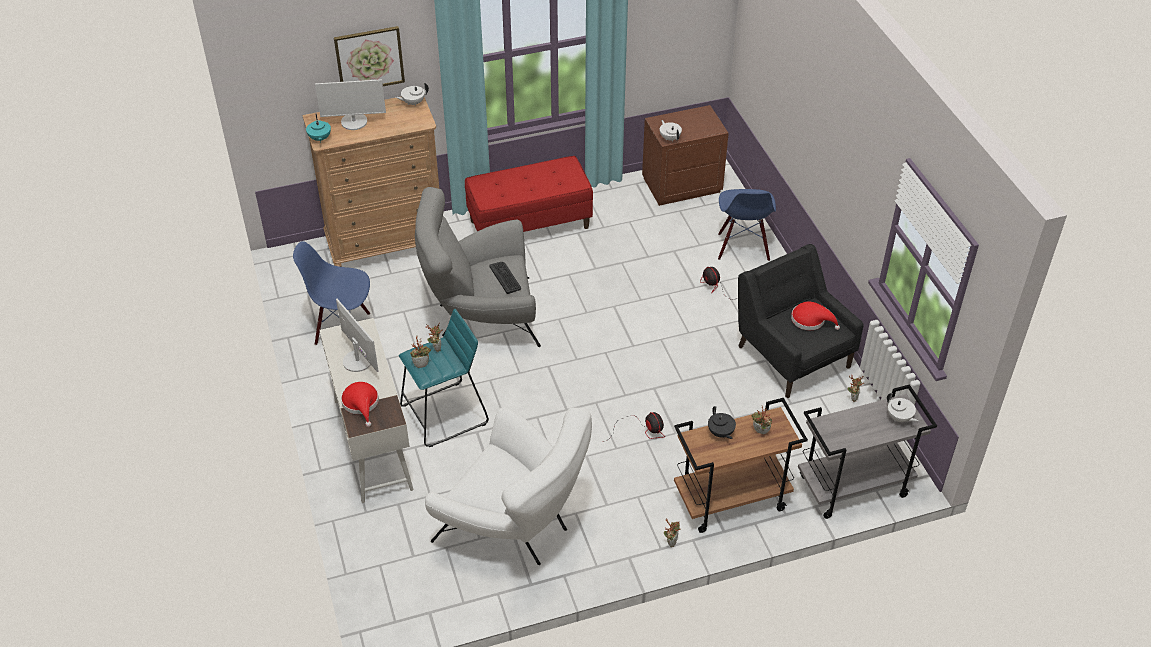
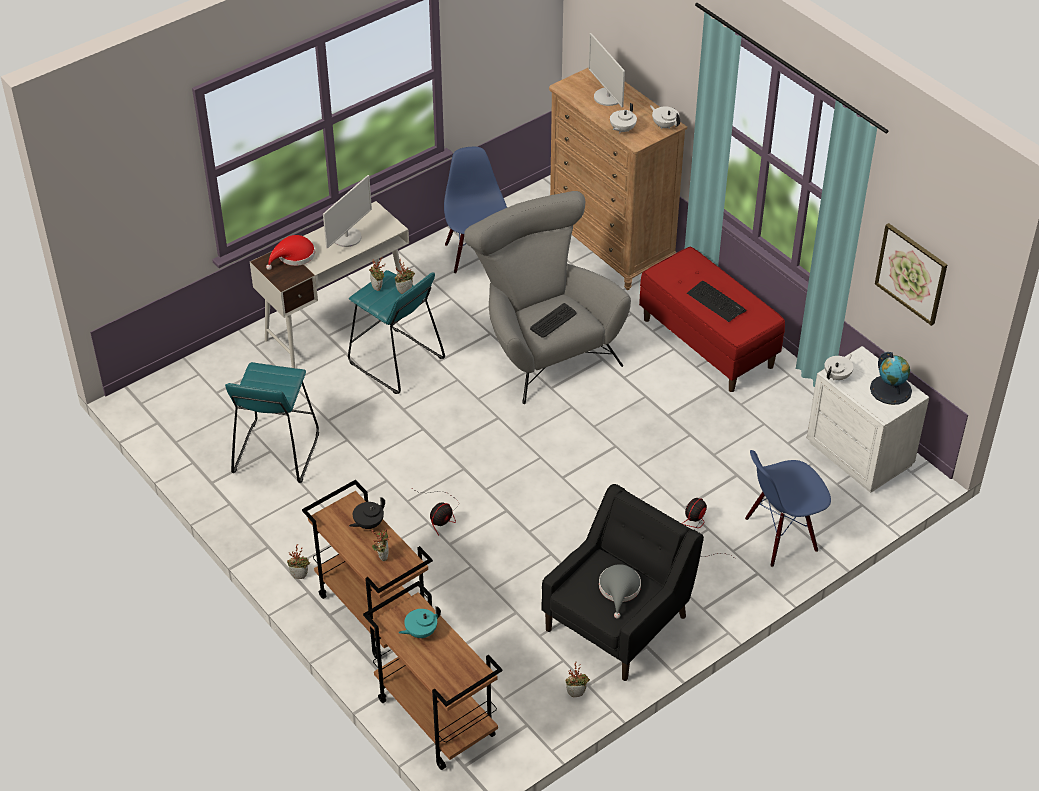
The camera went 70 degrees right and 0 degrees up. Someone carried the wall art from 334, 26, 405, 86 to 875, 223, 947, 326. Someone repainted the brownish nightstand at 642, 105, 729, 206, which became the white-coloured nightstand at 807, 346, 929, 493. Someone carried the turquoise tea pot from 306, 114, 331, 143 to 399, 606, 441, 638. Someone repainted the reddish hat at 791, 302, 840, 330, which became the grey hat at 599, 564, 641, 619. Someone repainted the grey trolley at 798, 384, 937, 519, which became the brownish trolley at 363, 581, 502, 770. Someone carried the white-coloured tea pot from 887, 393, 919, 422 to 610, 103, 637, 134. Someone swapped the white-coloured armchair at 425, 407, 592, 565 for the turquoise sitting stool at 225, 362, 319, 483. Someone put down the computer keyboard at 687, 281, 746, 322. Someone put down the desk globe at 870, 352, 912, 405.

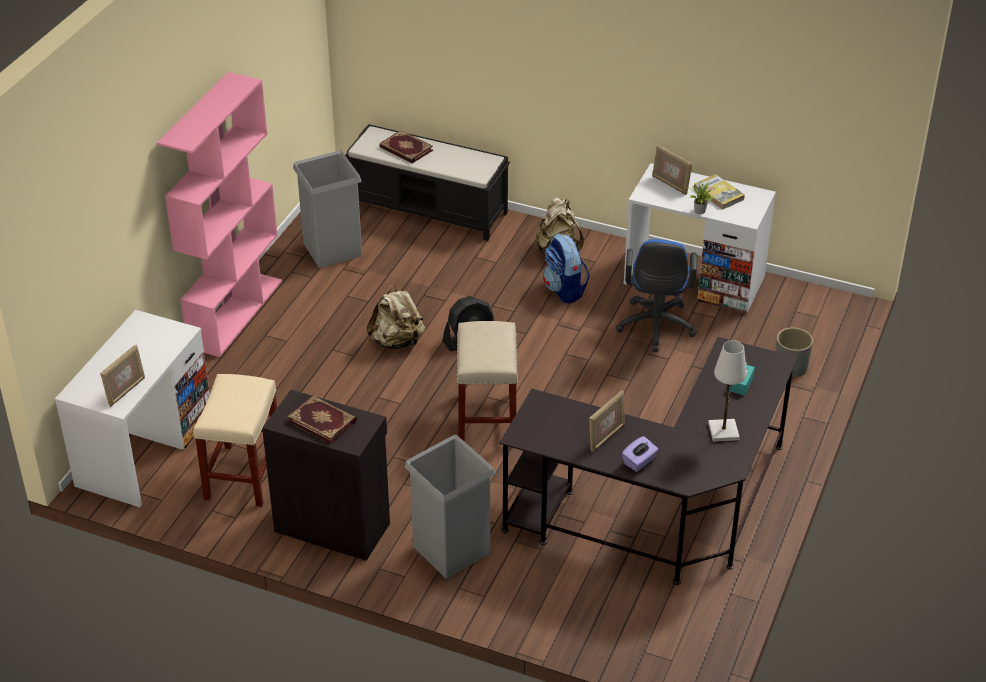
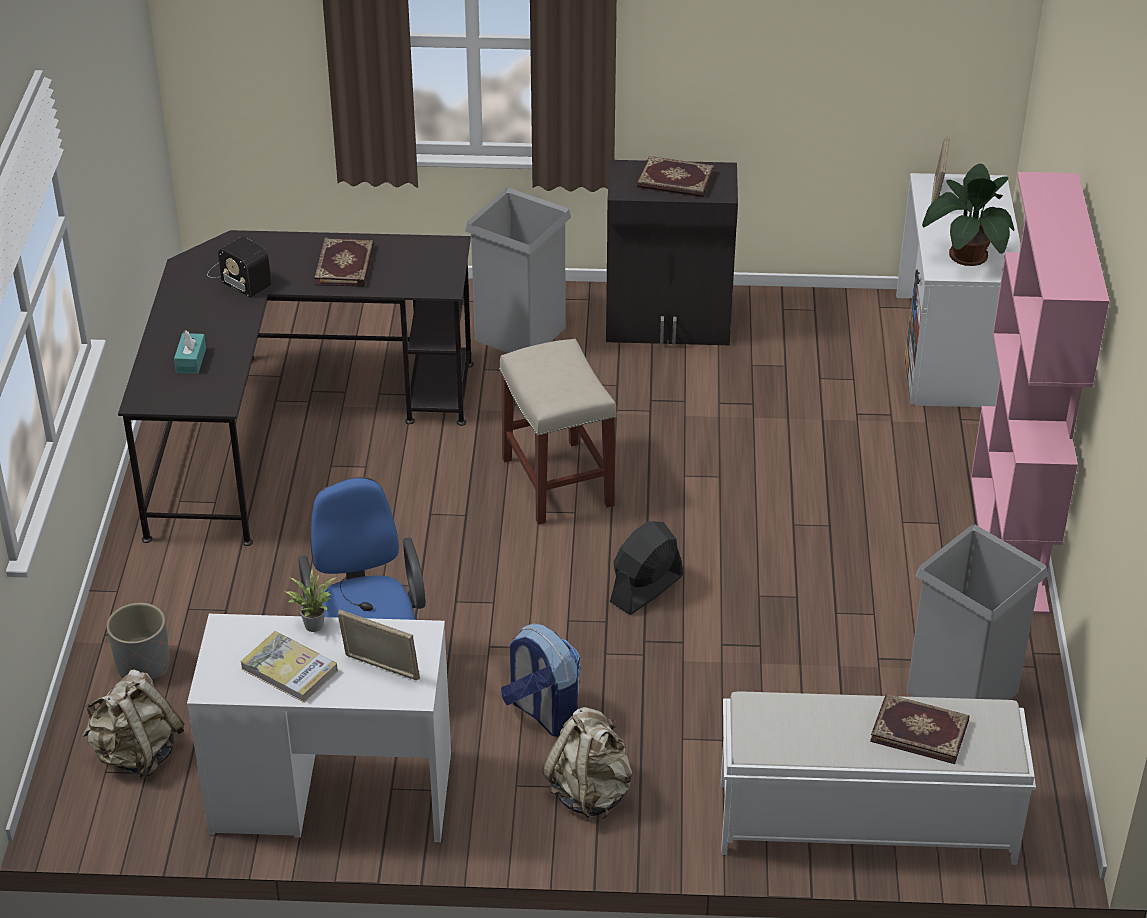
The camera went 160 degrees right and 0 degrees up. Someone repainted the blackish bench at 345, 124, 510, 241, which became the white-coloured bench at 721, 691, 1036, 865. Someone carried the beige knapsack from 367, 284, 425, 349 to 83, 670, 184, 779. Someone took away the white-coloured tabletop lamp at 708, 340, 747, 442. Someone took away the beige sitting stool at 193, 374, 277, 507. Someone swapped the picture frame at 589, 390, 625, 453 for the volume at 314, 238, 374, 287. Someone took away the purple tissue box at 622, 436, 658, 472. Someone put down the potted plant at 922, 164, 1014, 266. Someone put down the radio receiver at 207, 237, 271, 298.

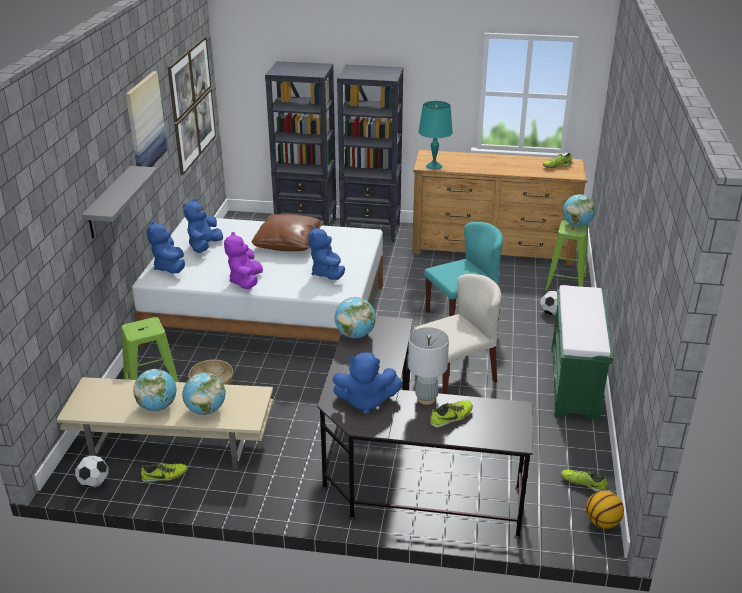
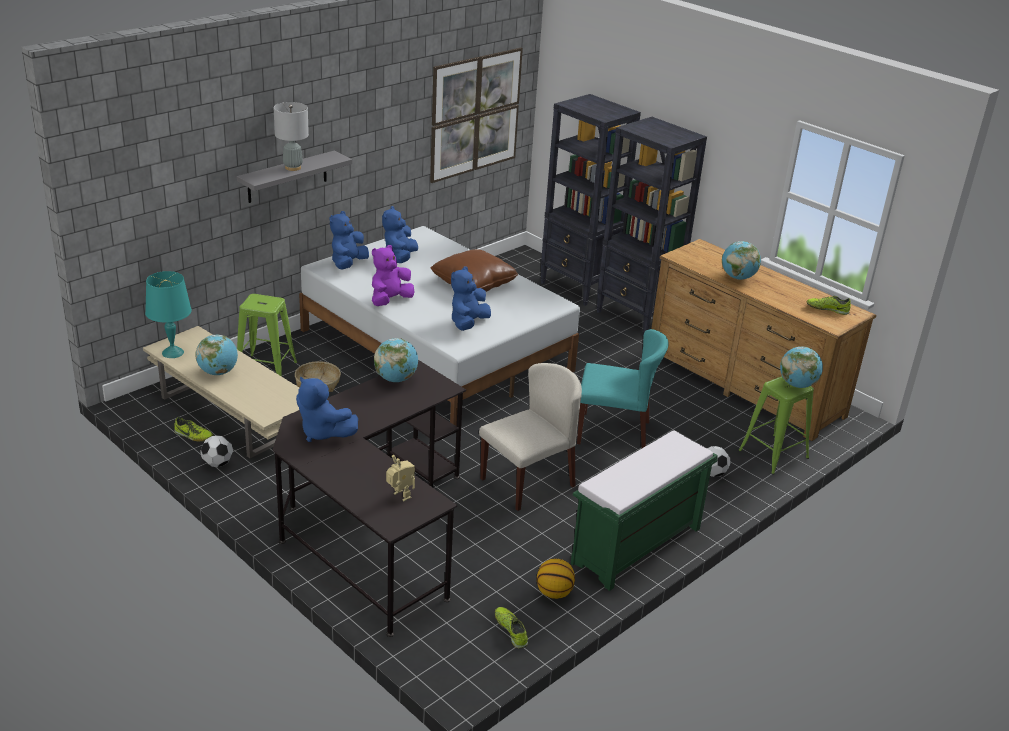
The camera went 35 degrees right and 0 degrees up. Someone took away the wall art at 126, 71, 167, 167. Someone carried the turquoise tabletop lamp from 418, 101, 453, 170 to 145, 271, 192, 358. Someone rotated the bluish cuddly toy at 183, 198, 223, 253 by 45 degrees counterclockwise. Someone rotated the beige plain chair at 413, 274, 501, 394 by 45 degrees counterclockwise. Someone carried the grey tabletop lamp from 408, 327, 449, 405 to 274, 102, 309, 171. Someone carried the desk globe from 182, 373, 226, 415 to 722, 241, 761, 280. Someone took away the item of footwear at 430, 400, 473, 428. Someone carried the ball for football from 75, 455, 109, 488 to 200, 435, 233, 467. Someone carried the ball for basketball from 586, 490, 624, 529 to 537, 559, 575, 599. Someone put down the robot figure at 386, 455, 415, 501.

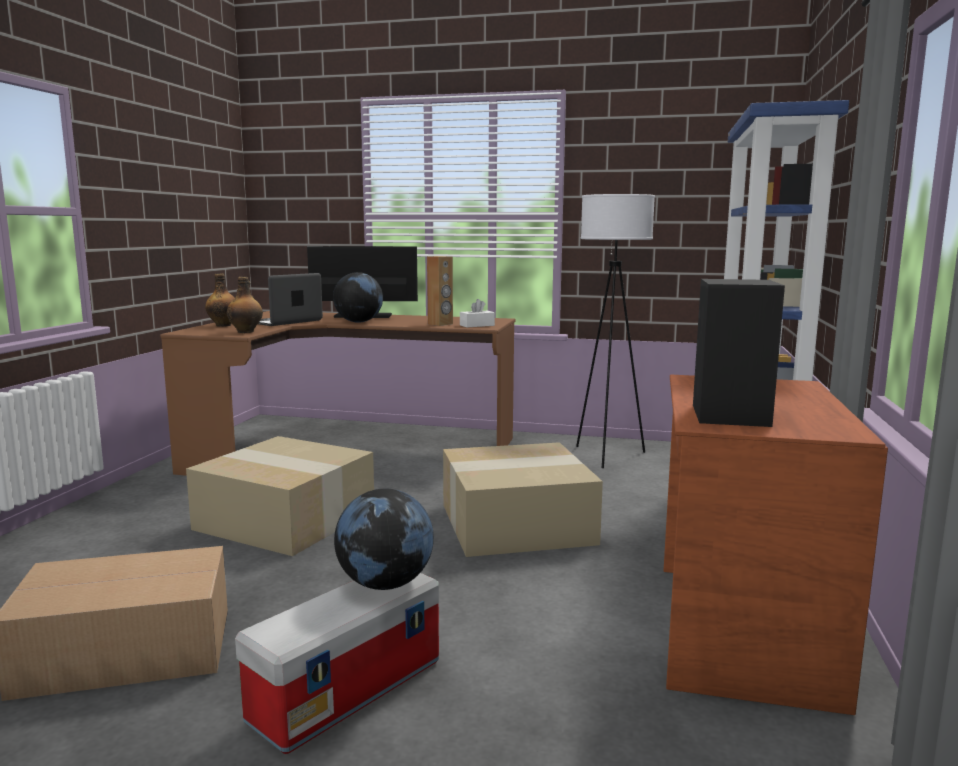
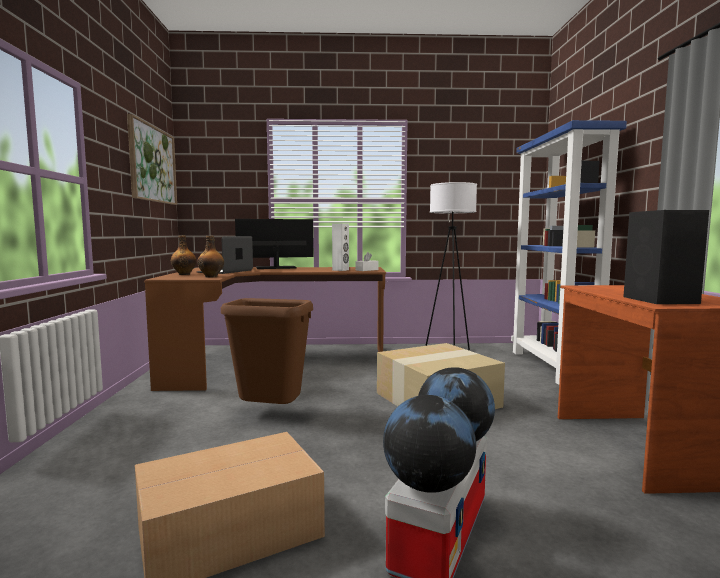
The camera went 15 degrees left and 5 degrees down. Someone repainted the brownish loudspeaker at 427, 256, 453, 326, which became the white-coloured loudspeaker at 332, 223, 349, 271. Someone carried the desk globe from 333, 272, 383, 323 to 383, 395, 476, 493. Someone swapped the carton at 186, 436, 374, 556 for the brownish waste bin at 221, 298, 313, 404. Someone put up the wall art at 127, 114, 177, 205.

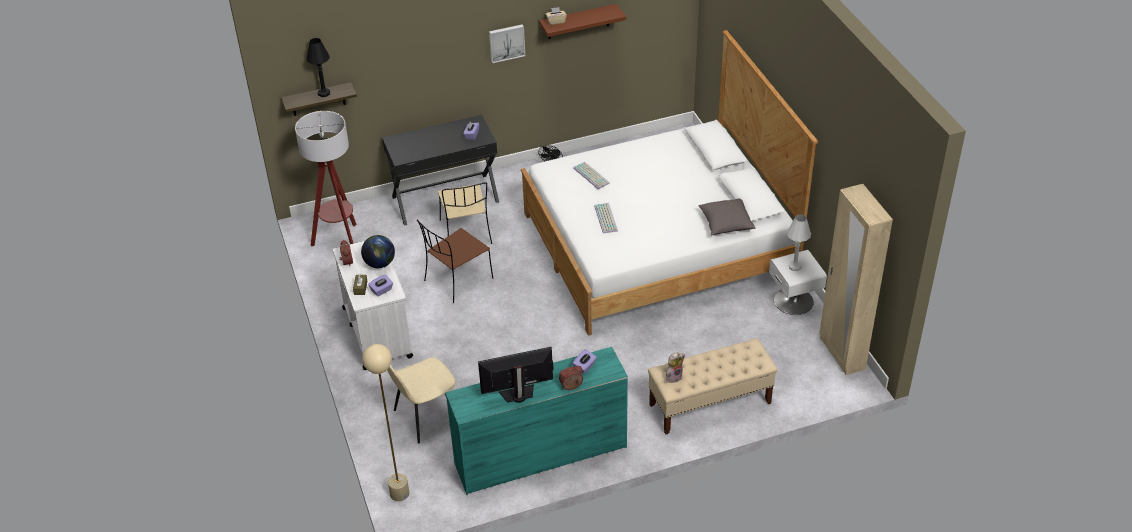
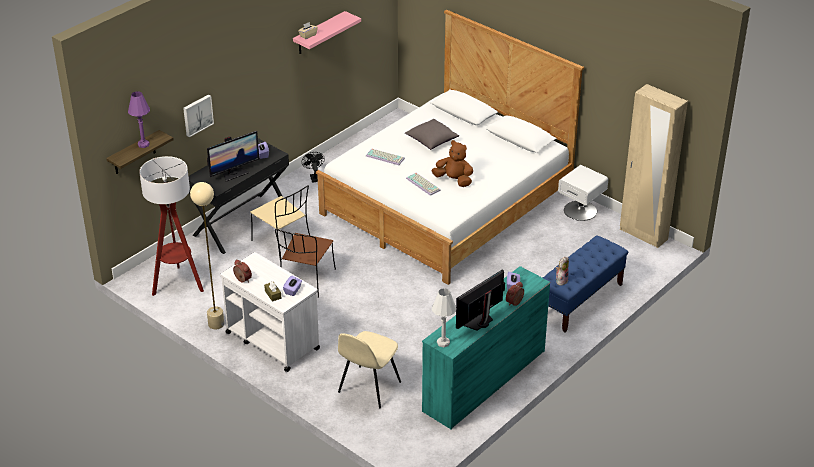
The camera went 30 degrees left and 5 degrees down. Someone repainted the brownish shelf at 539, 4, 626, 39, which became the pinkish shelf at 293, 11, 361, 54. Someone carried the wall art from 489, 24, 525, 63 to 183, 94, 214, 137. Someone repainted the blackish tabletop lamp at 306, 38, 330, 97, which became the purple tabletop lamp at 128, 92, 150, 148. Someone carried the grey cushion from 698, 198, 756, 235 to 405, 119, 459, 150. Someone carried the white-coloured tabletop lamp from 787, 214, 811, 271 to 432, 288, 456, 348. Someone took away the desk globe at 361, 235, 395, 268. Someone repainted the beige bench at 648, 338, 778, 435, which became the bluish bench at 543, 235, 628, 332. Someone carried the beige floor lamp from 362, 344, 409, 501 to 190, 182, 224, 329. Someone put down the computer screen at 207, 131, 259, 181. Someone put down the brownish cuddly toy at 431, 140, 473, 187.

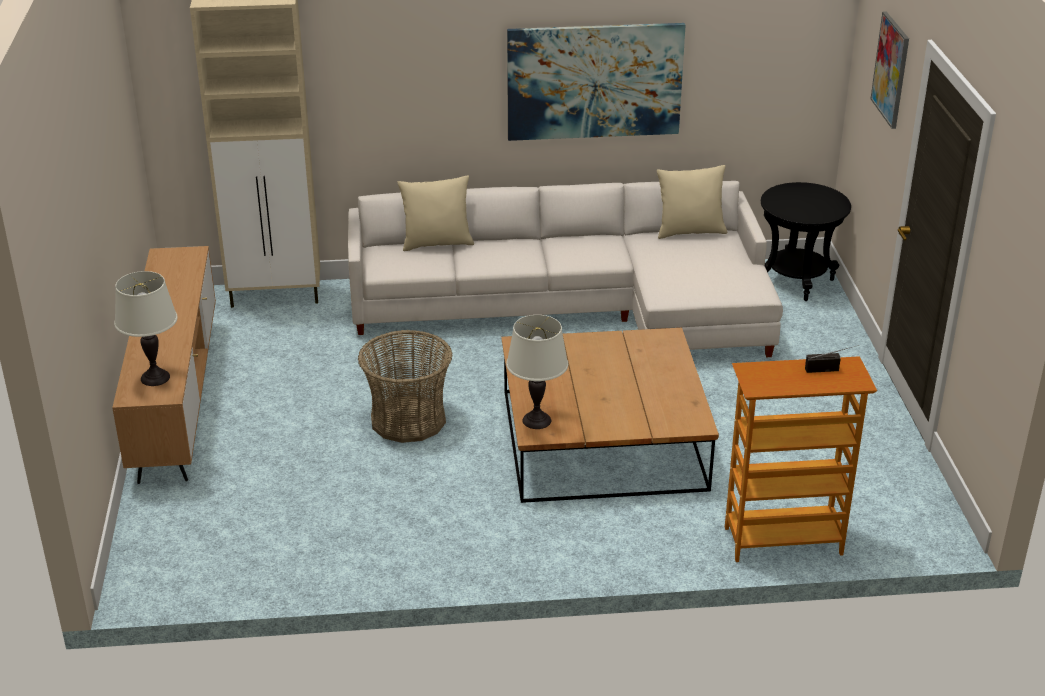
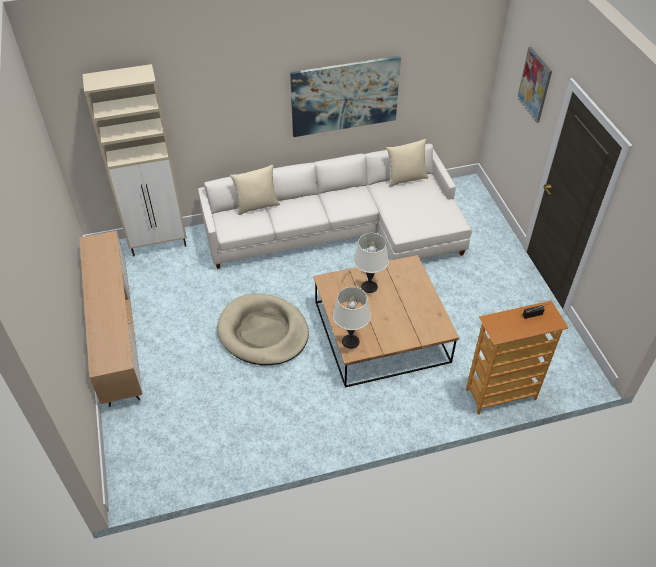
The camera went 10 degrees left and 15 degrees up. Someone took away the blackish end table at 761, 182, 851, 301. Someone carried the white-coloured tabletop lamp from 114, 271, 178, 386 to 353, 233, 389, 293. Someone swapped the basket at 358, 330, 453, 443 for the beige dog bed at 217, 293, 309, 366.

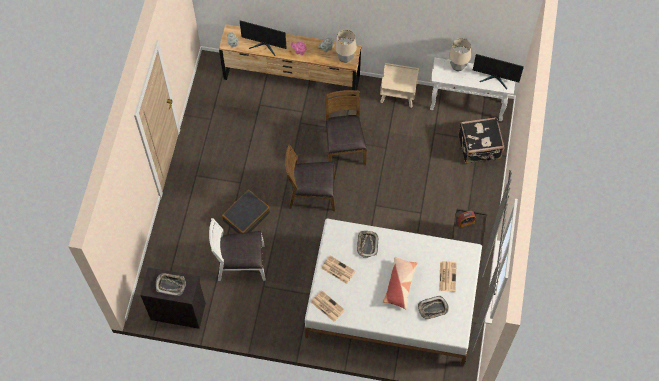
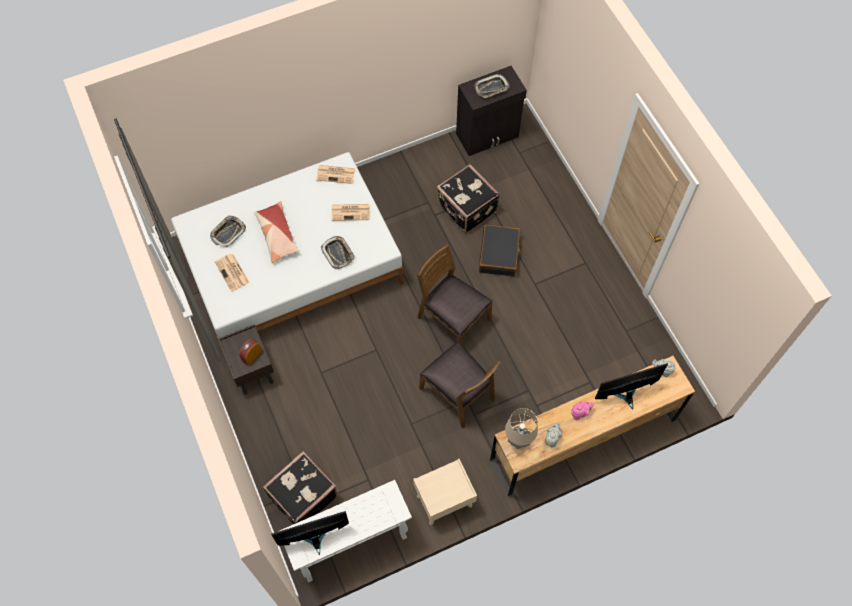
The camera went 145 degrees right and 0 degrees up. Someone took away the tabletop lamp at 449, 38, 471, 71. Someone rotated the brownish plain chair at 285, 144, 335, 211 by 105 degrees counterclockwise. Someone swapped the white-coloured plain chair at 209, 218, 266, 281 for the blackish piece of luggage at 436, 164, 500, 233.

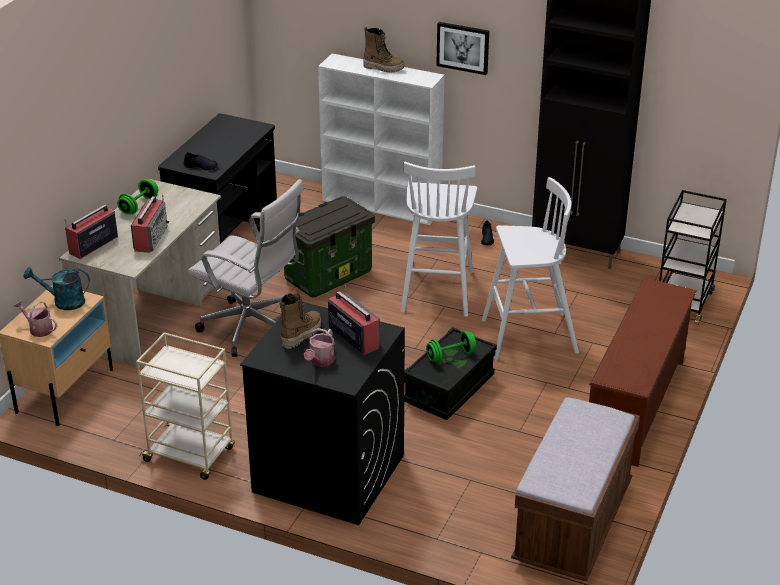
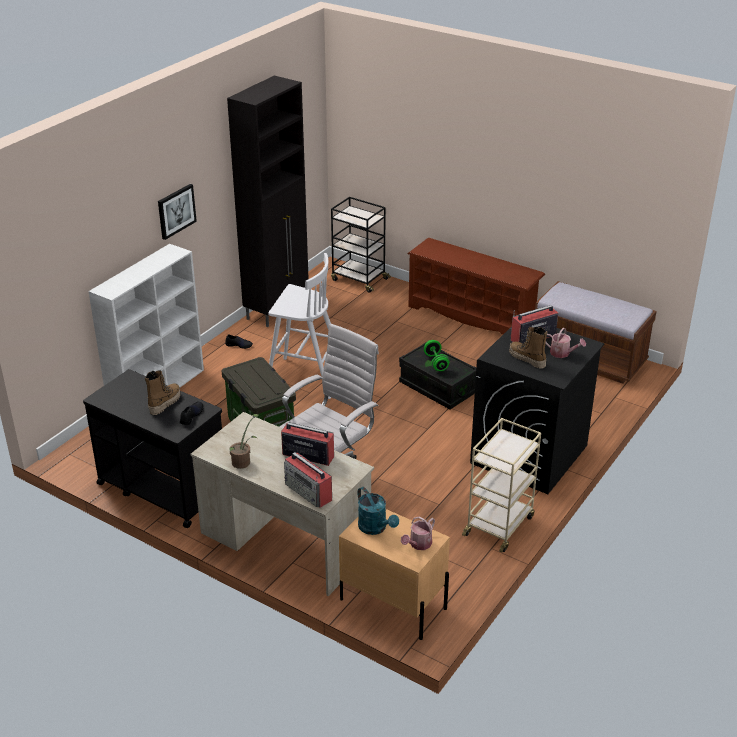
The camera went 80 degrees left and 0 degrees up. Someone carried the high-top boot from 363, 27, 404, 73 to 145, 370, 180, 415. Someone took away the white-coloured sitting stool at 482, 177, 579, 360. Someone swapped the greenish hand weight at 117, 179, 158, 214 for the potted plant at 229, 414, 259, 469. Someone rotated the turquoise watering pot at 23, 267, 90, 310 by 45 degrees counterclockwise.

